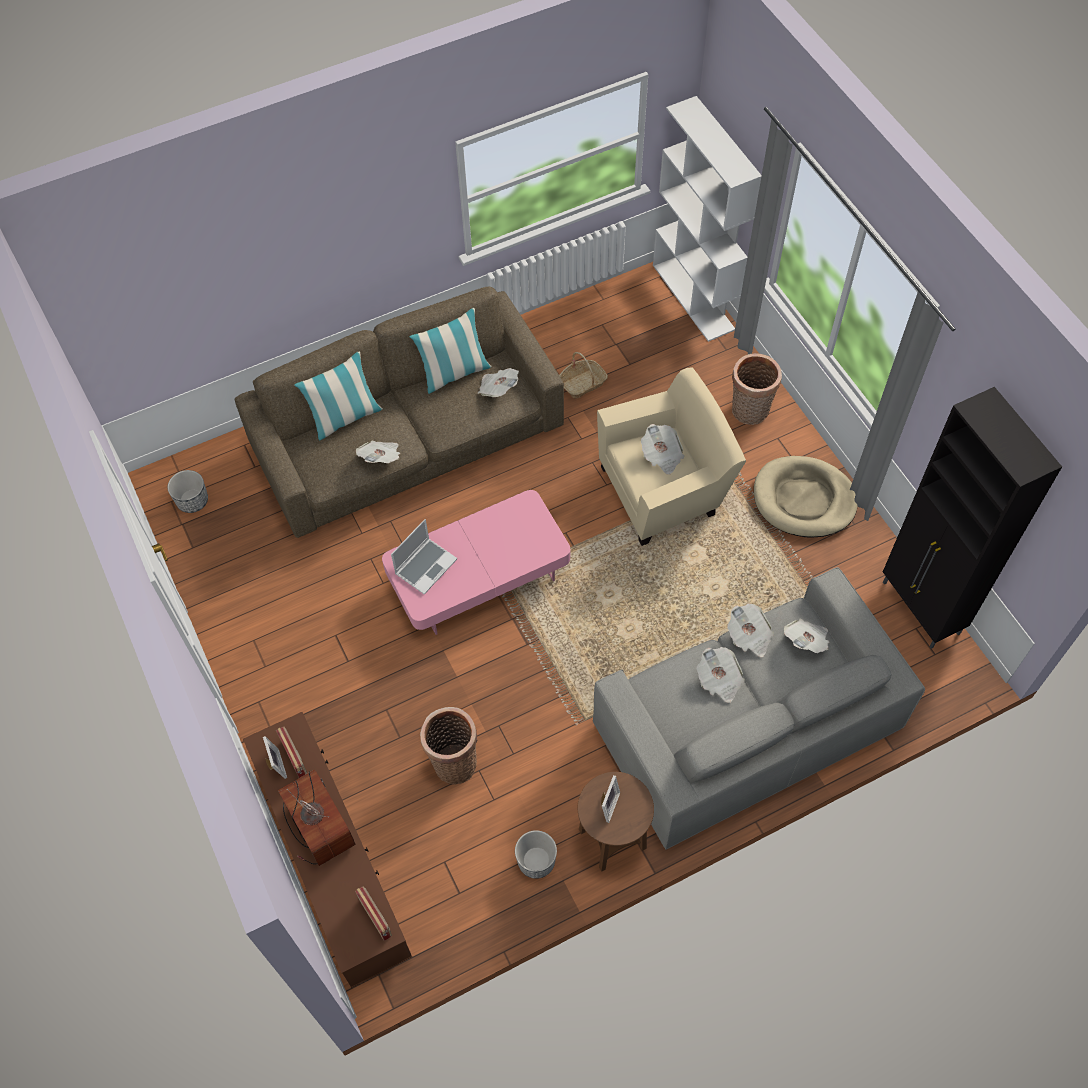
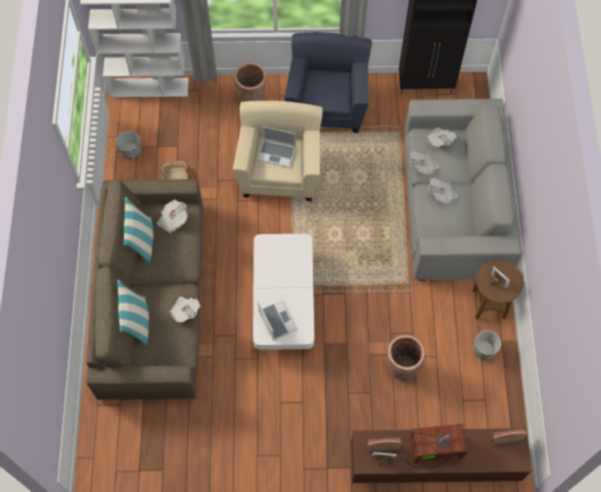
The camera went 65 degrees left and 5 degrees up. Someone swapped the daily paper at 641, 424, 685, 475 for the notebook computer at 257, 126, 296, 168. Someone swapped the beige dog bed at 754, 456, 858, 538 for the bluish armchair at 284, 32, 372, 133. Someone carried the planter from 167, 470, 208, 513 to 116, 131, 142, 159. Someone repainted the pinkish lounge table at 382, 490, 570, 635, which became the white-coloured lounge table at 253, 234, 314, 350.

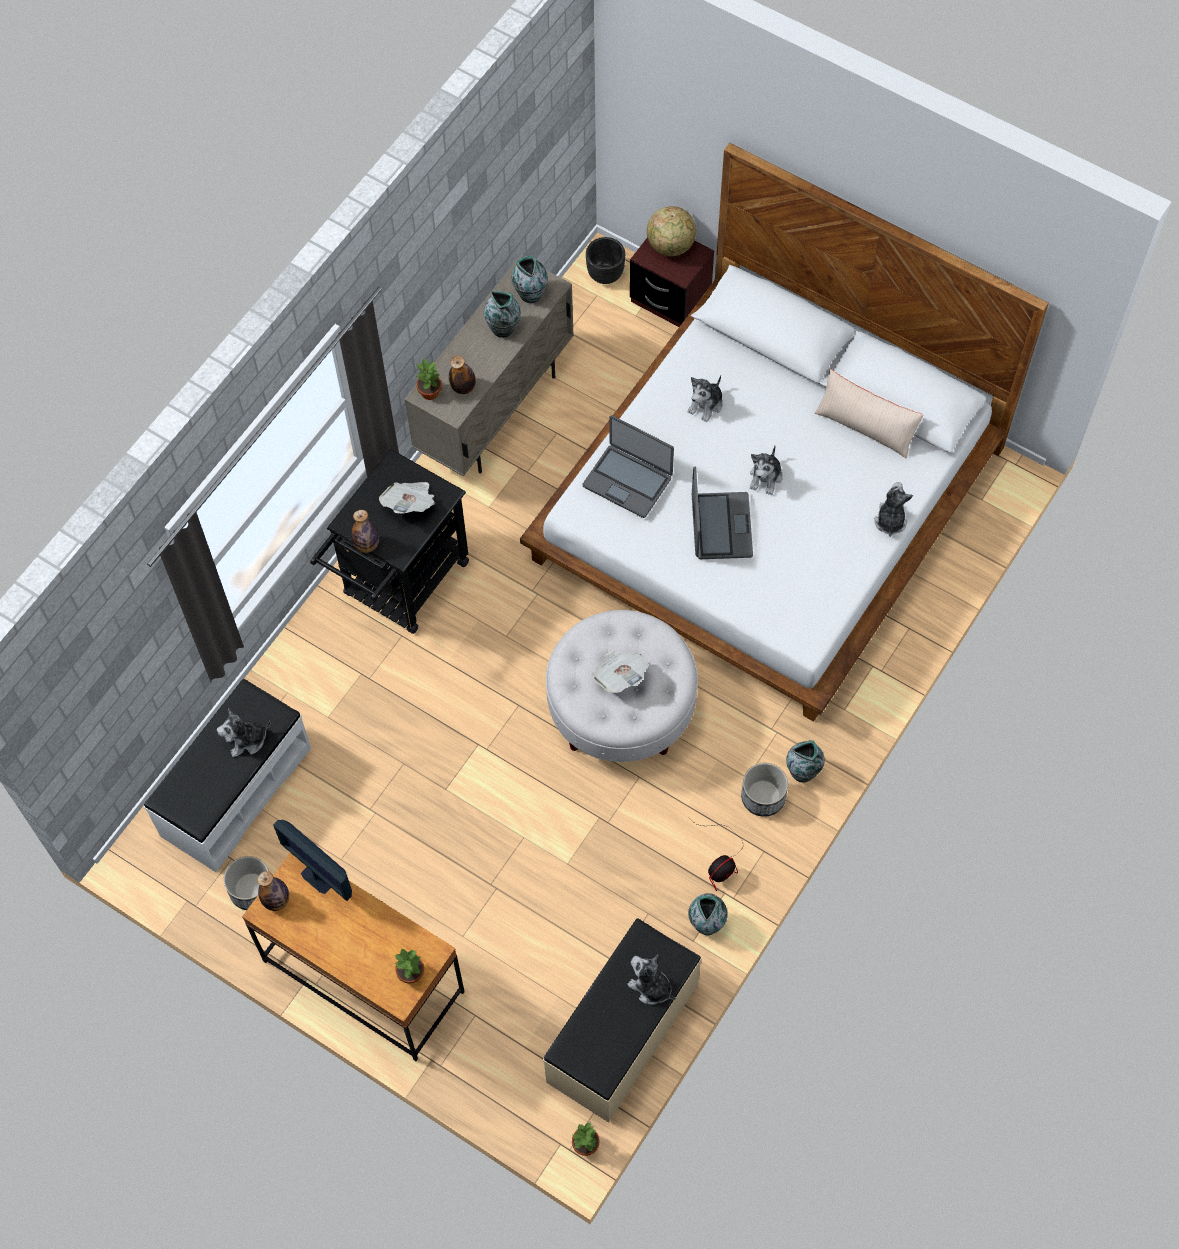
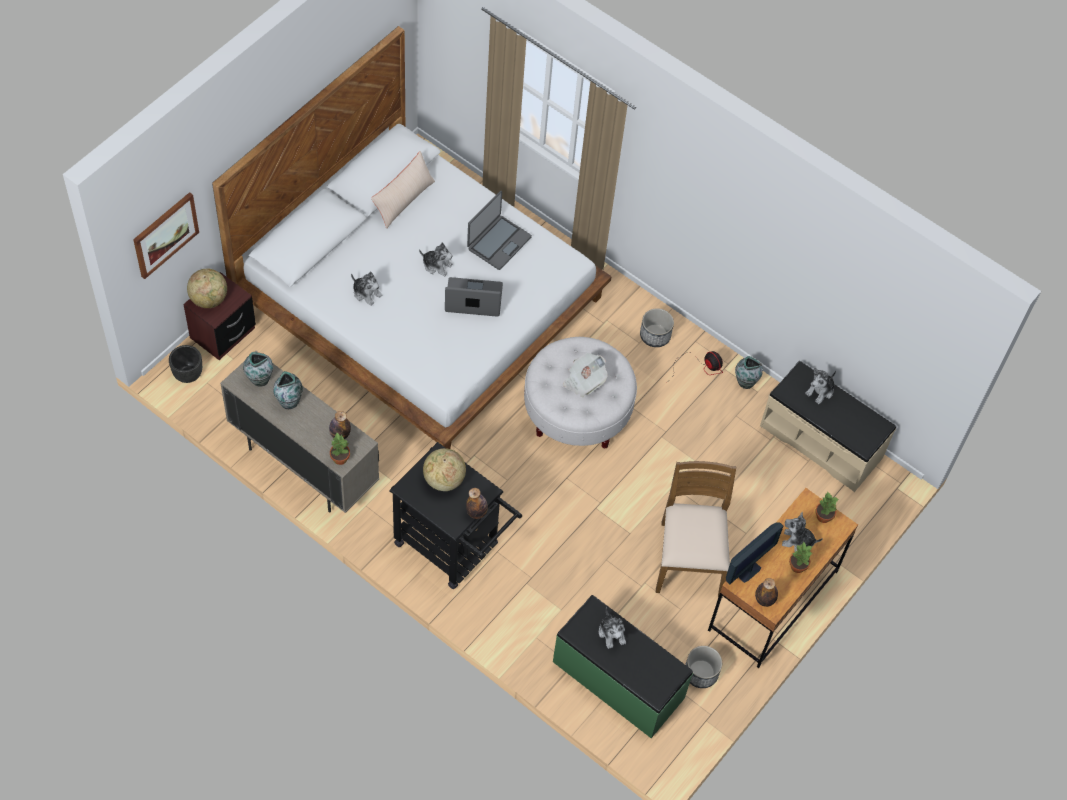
The camera went 90 degrees left and 5 degrees down. Someone carried the notebook computer from 583, 415, 674, 518 to 467, 191, 532, 270. Someone swapped the daily paper at 379, 482, 435, 514 for the desk globe at 423, 448, 466, 491. Someone carried the cuddly toy from 874, 482, 913, 537 to 782, 512, 823, 552. Someone repainted the white-coloured bench at 144, 679, 311, 872, which became the greenish bench at 553, 595, 693, 738. Someone took away the decorative vase at 786, 740, 825, 783. Someone carried the potted plant from 572, 1122, 600, 1156 to 789, 541, 813, 573. Someone put up the wall art at 133, 192, 199, 279. Someone put down the brownish plain chair at 656, 461, 736, 597.

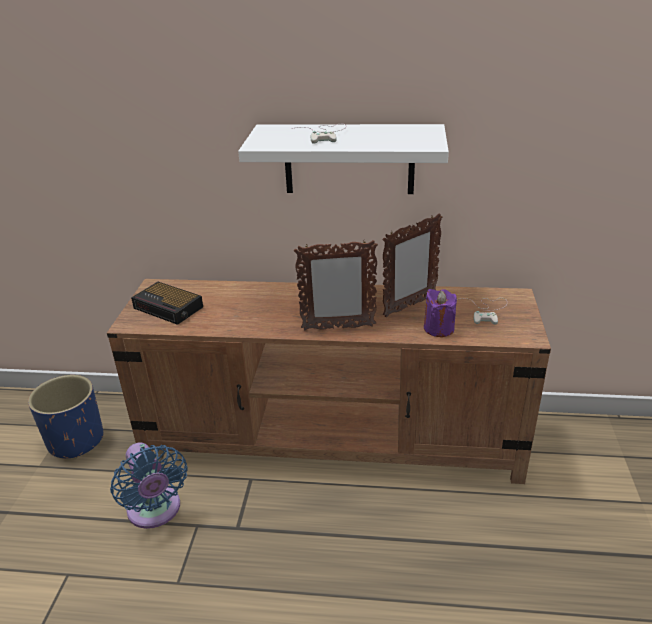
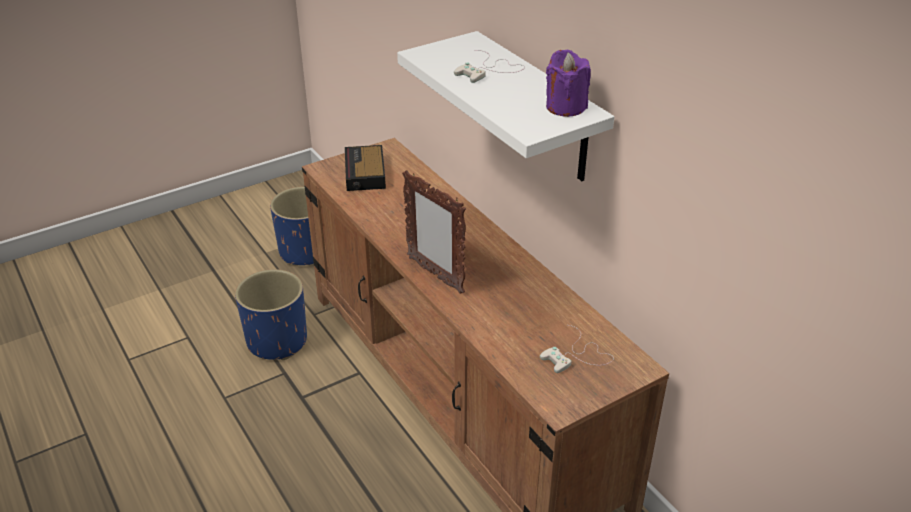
The camera went 50 degrees right and 5 degrees up. Someone took away the picture frame at 383, 213, 442, 317. Someone carried the purple wax light from 424, 289, 457, 337 to 546, 50, 591, 117. Someone swapped the bluish cooling fan at 110, 442, 188, 529 for the bluish planter at 235, 269, 307, 360.

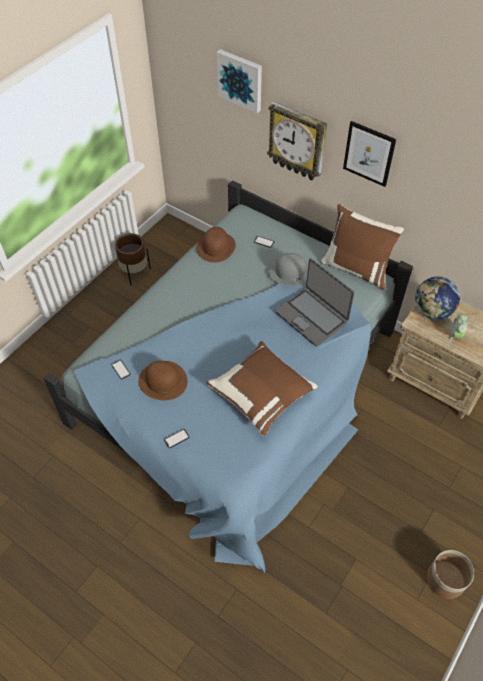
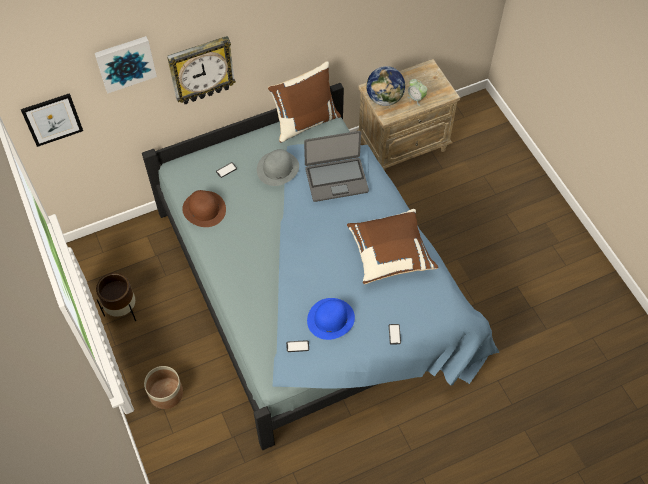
The camera went 60 degrees left and 5 degrees up. Someone carried the wall art from 343, 121, 396, 187 to 21, 93, 83, 147. Someone repainted the brownish hat at 138, 361, 188, 400, which became the bluish hat at 307, 298, 355, 340. Someone carried the planter from 427, 550, 474, 599 to 144, 366, 183, 409.

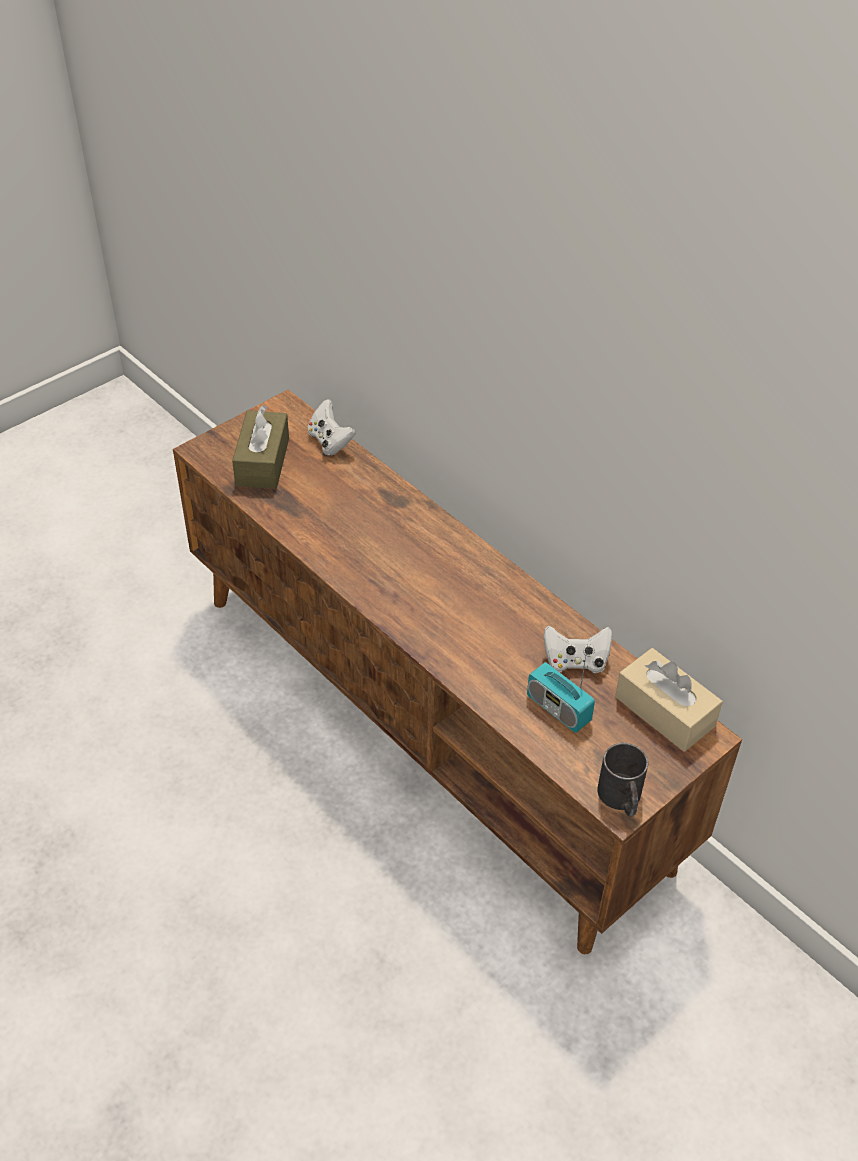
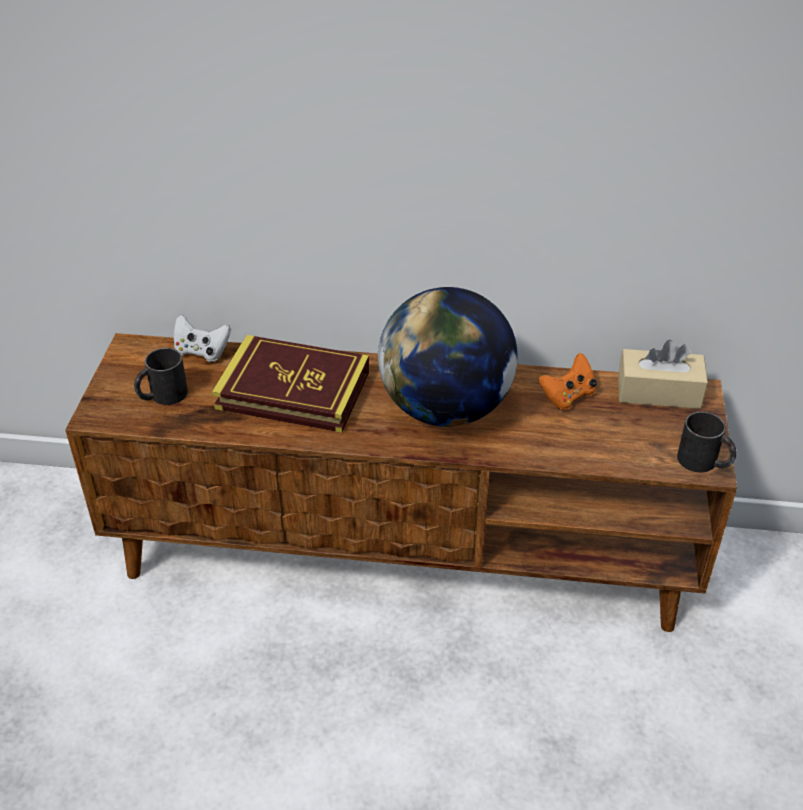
The camera went 40 degrees left and 5 degrees down. Someone swapped the brownish tissue box at 232, 405, 289, 489 for the blackish coffee mug at 134, 348, 188, 405. Someone repainted the white-coloured game controller at 544, 626, 612, 673, which became the orange game controller at 539, 353, 597, 410. Someone took away the radio receiver at 527, 644, 595, 733. Someone put down the desk globe at 378, 287, 518, 427. Someone put down the volume at 212, 335, 369, 433.

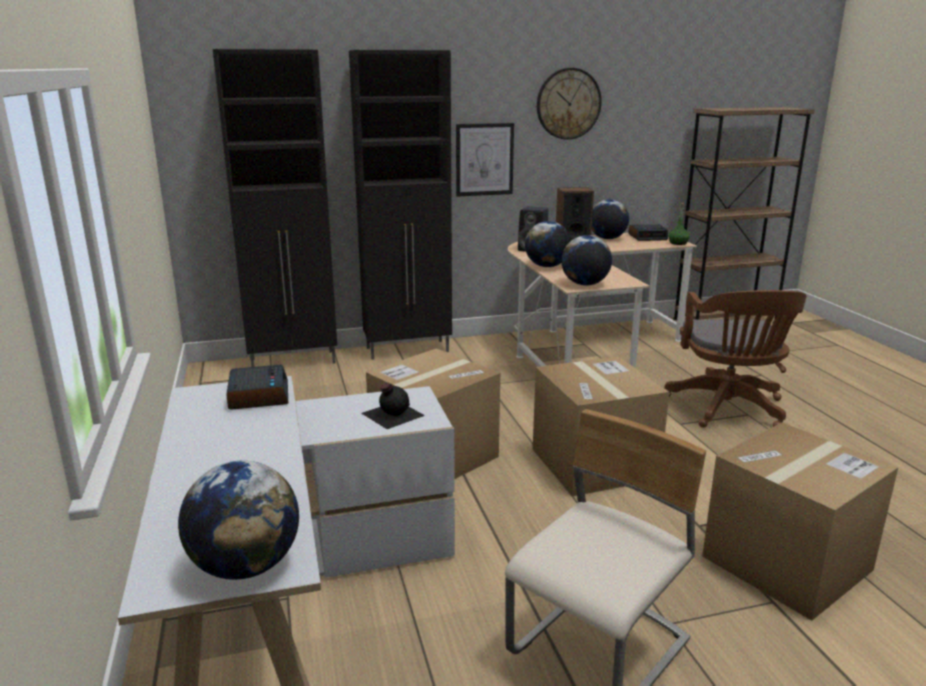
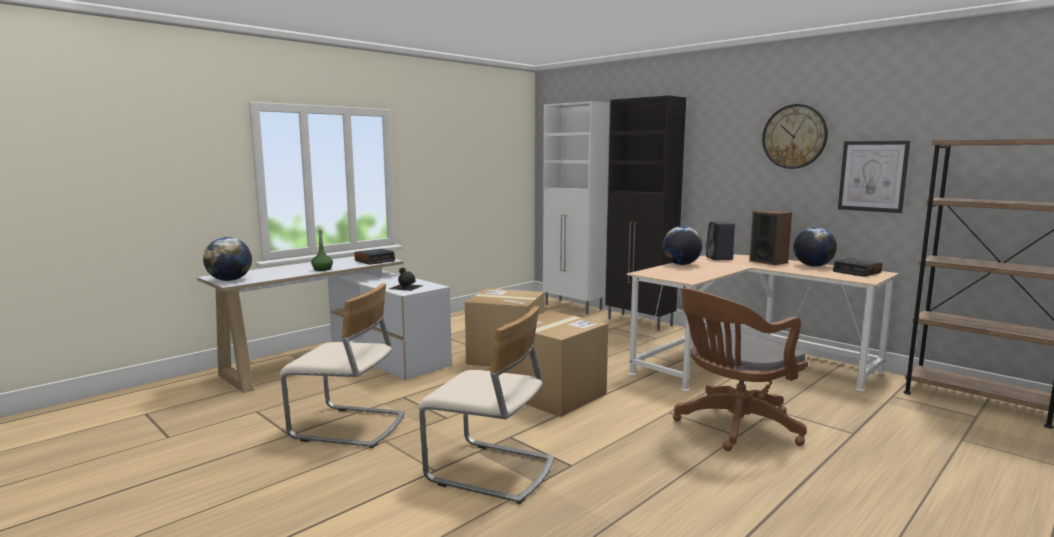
The camera went 60 degrees right and 10 degrees down. Someone repainted the blackish cabinet at 213, 49, 337, 367, which became the white-coloured cabinet at 543, 101, 610, 314. Someone carried the wall art from 456, 123, 514, 197 to 838, 141, 910, 213. Someone carried the greenish drink bottle from 668, 203, 690, 245 to 311, 230, 333, 271. Someone took away the desk globe at 561, 235, 612, 286. Someone swapped the carton at 702, 422, 898, 621 for the beige plain chair at 418, 306, 554, 504.

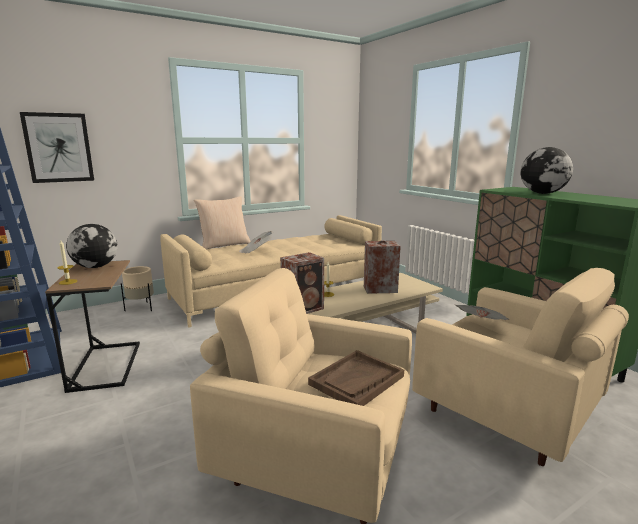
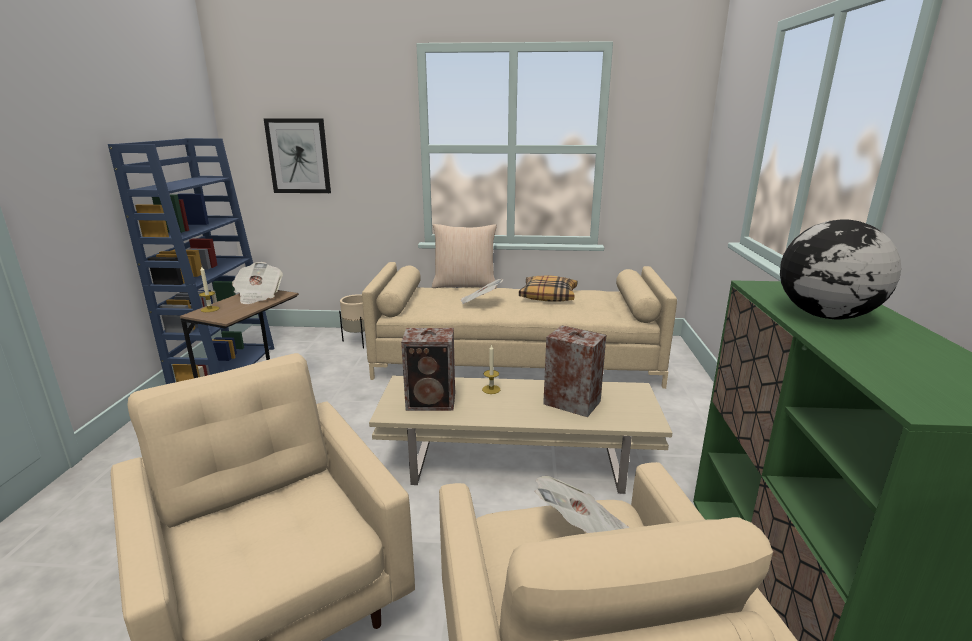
The camera went 35 degrees right and 5 degrees up. Someone swapped the desk globe at 66, 224, 118, 268 for the daily paper at 232, 262, 283, 304. Someone took away the brownish serving tray at 308, 350, 404, 406. Someone put down the cushion at 519, 275, 577, 302.

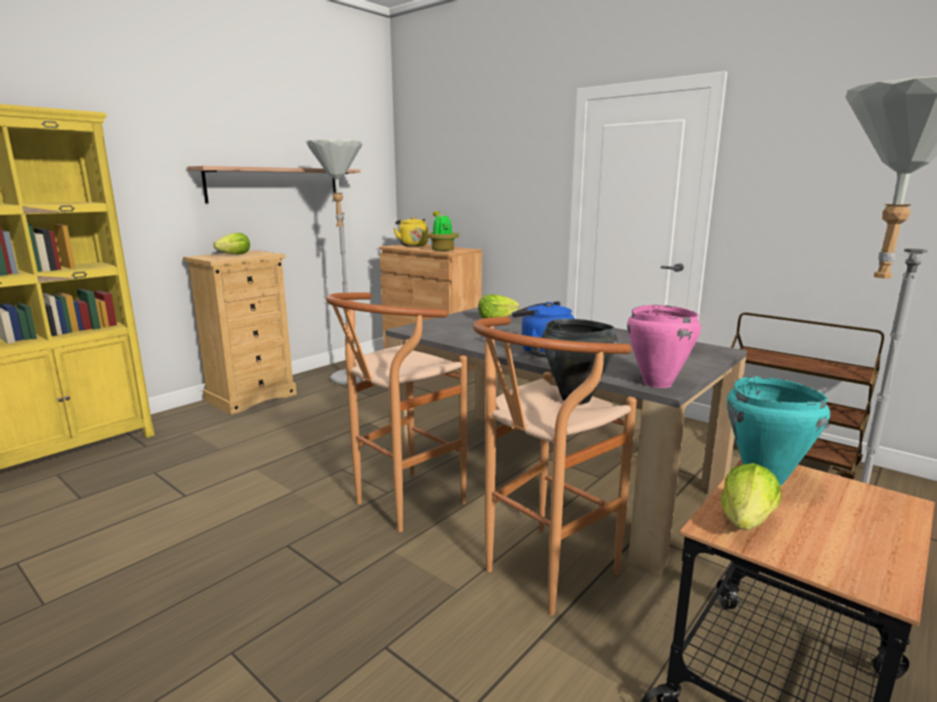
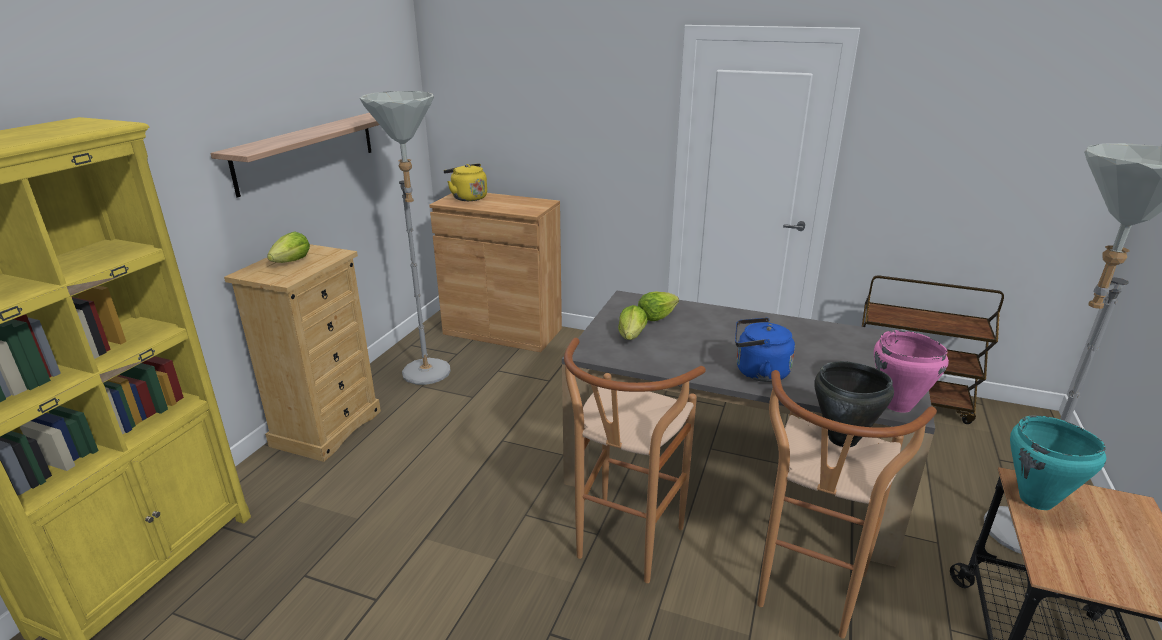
The camera went 20 degrees left and 10 degrees up. Someone took away the potted plant at 426, 211, 459, 251. Someone carried the lettuce from 721, 463, 781, 530 to 618, 305, 648, 340.

